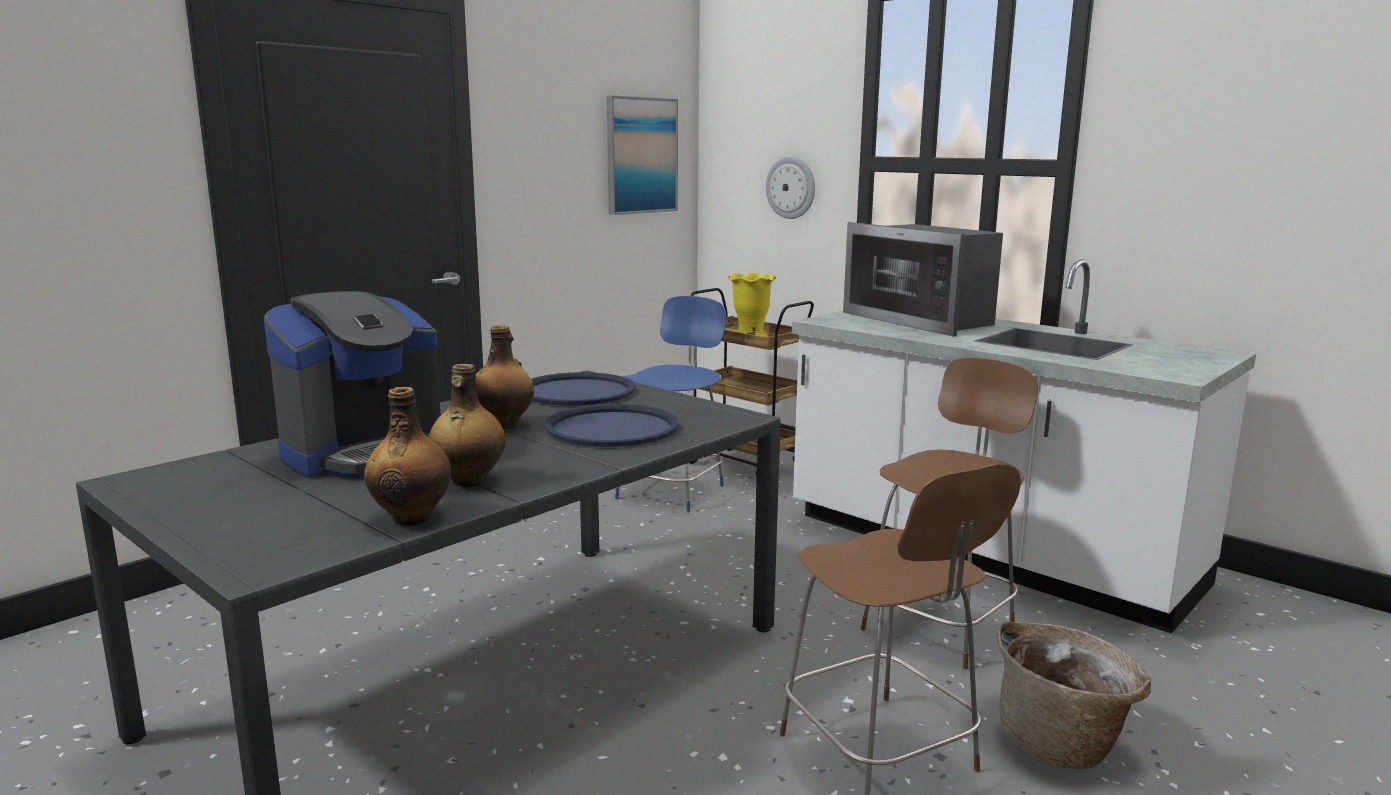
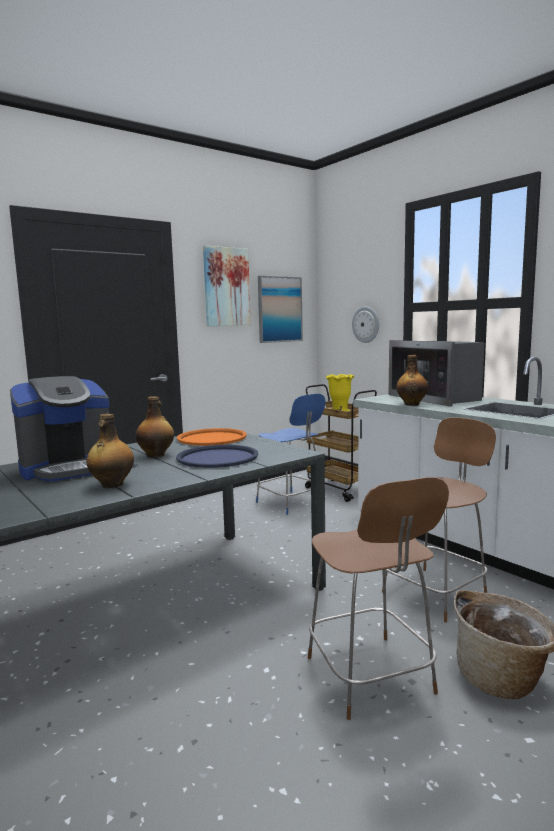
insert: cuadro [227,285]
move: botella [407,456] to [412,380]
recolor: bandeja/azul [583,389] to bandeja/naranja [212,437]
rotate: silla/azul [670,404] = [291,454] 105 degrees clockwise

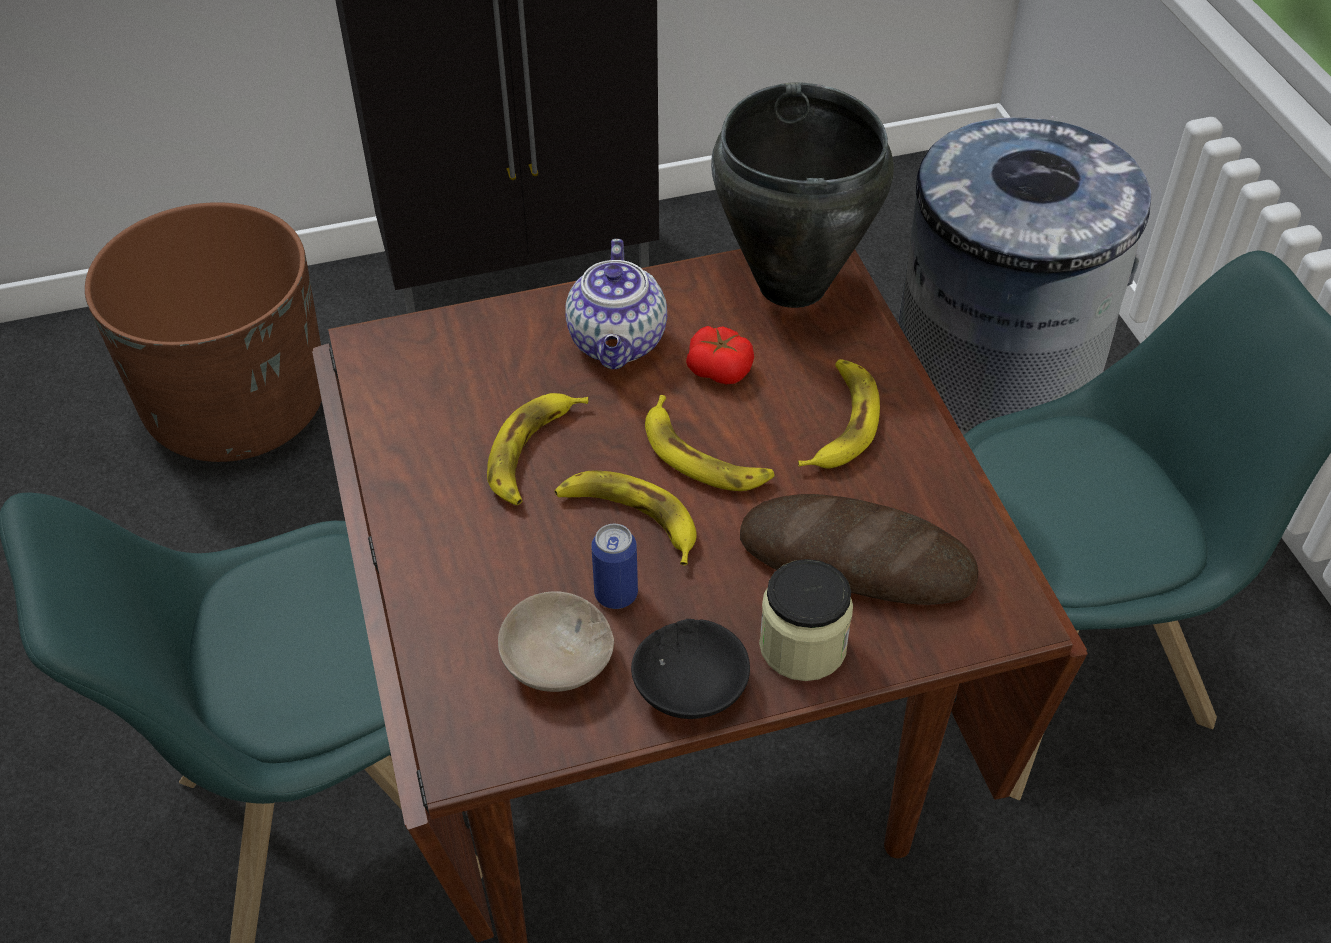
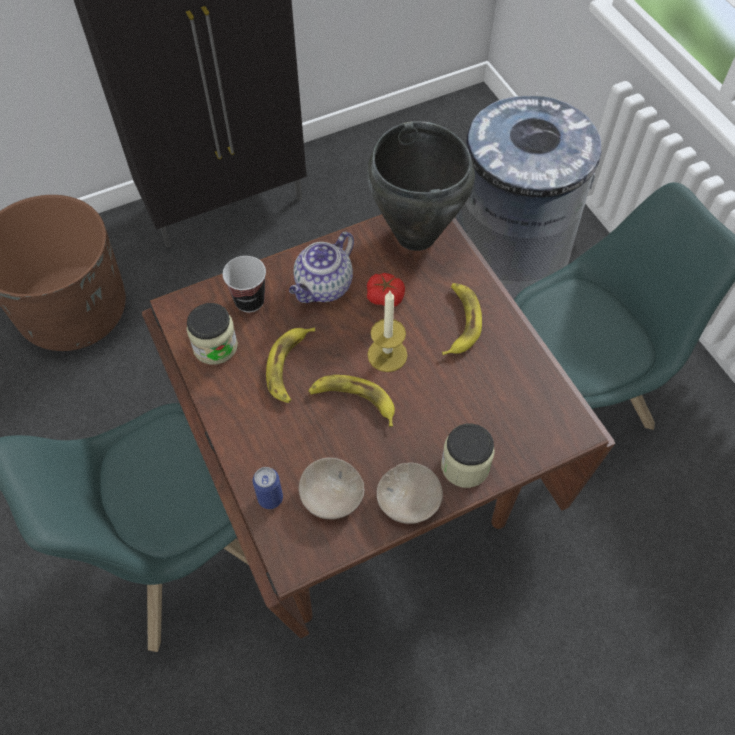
delete: pan [859,549]
insert: tarro [212,334]; taza [244,284]
move: lata [614,566] to [268,488]
replace: plátano [710,443] to vela [387,331]
recolor: cuenco/negro [690,669] to cuenco/beis [410,493]
rotate: tetera [616,304] = [321,267] 45 degrees clockwise

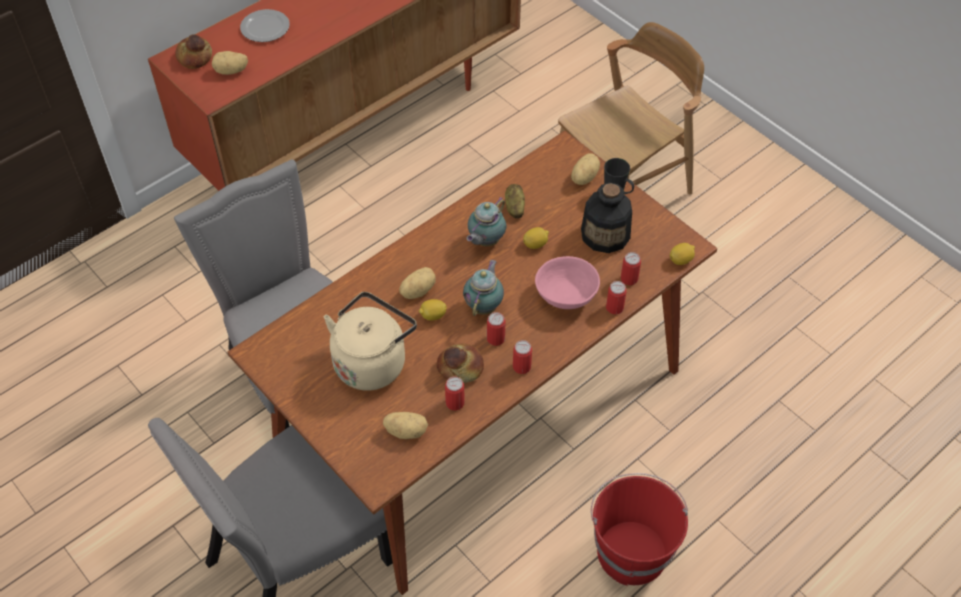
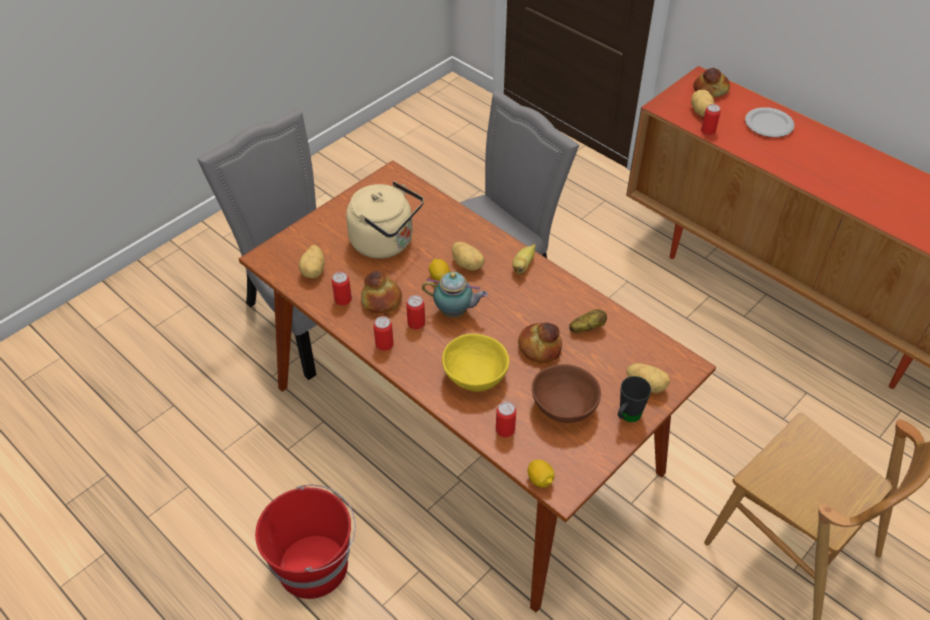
delete: tetera [486,221]
insert: plátano [524,259]
move: lata [616,297] to [711,119]
replace: limón [536,238] to pan [540,343]; botella [606,218] to cuenco/marrón [566,393]
recolor: cuenco/rosa [567,282] to cuenco/amarillo [475,363]

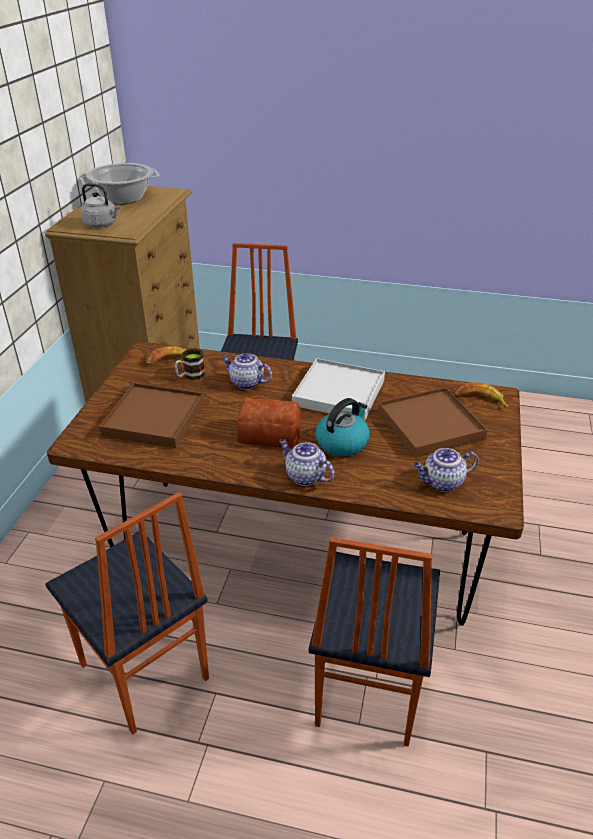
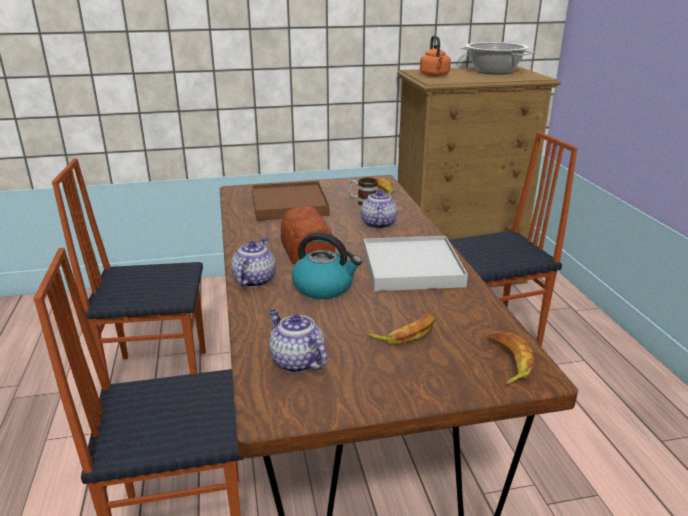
replace: bandeja/marrón [433,422] to plátano [401,328]
recolor: hervidor/gris [101,205] to hervidor/naranja [435,56]
rotate: silla [127,613] = [129,269] 60 degrees clockwise

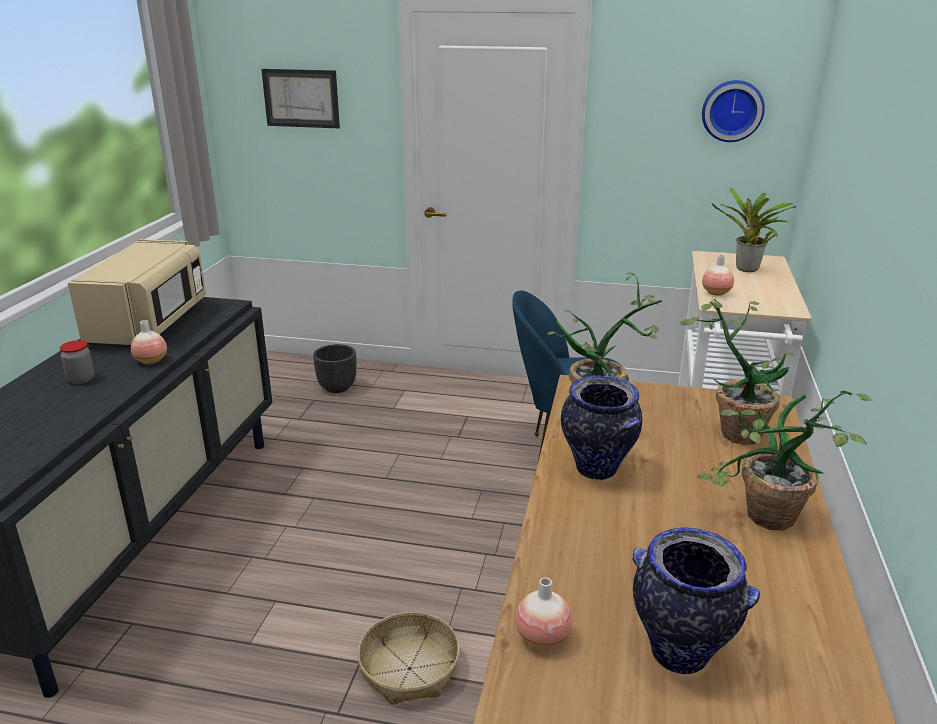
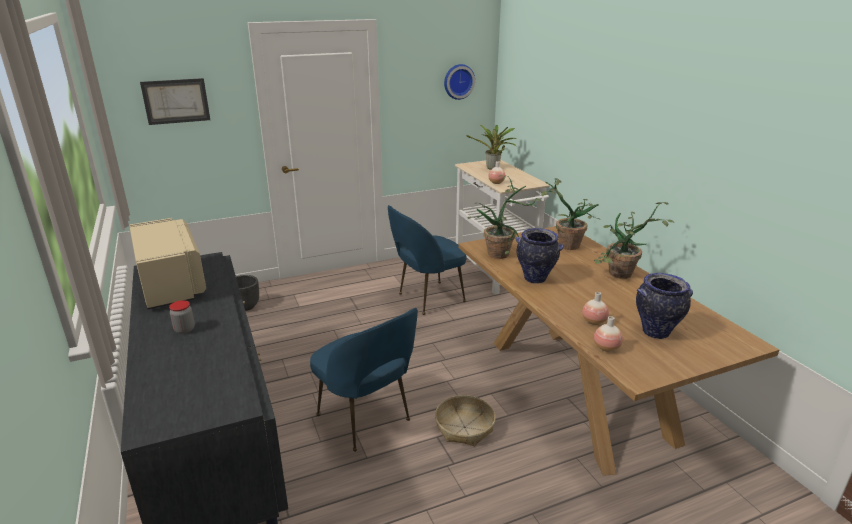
insert: silla/azul [364,380]
move: florero [149,342] to [595,308]

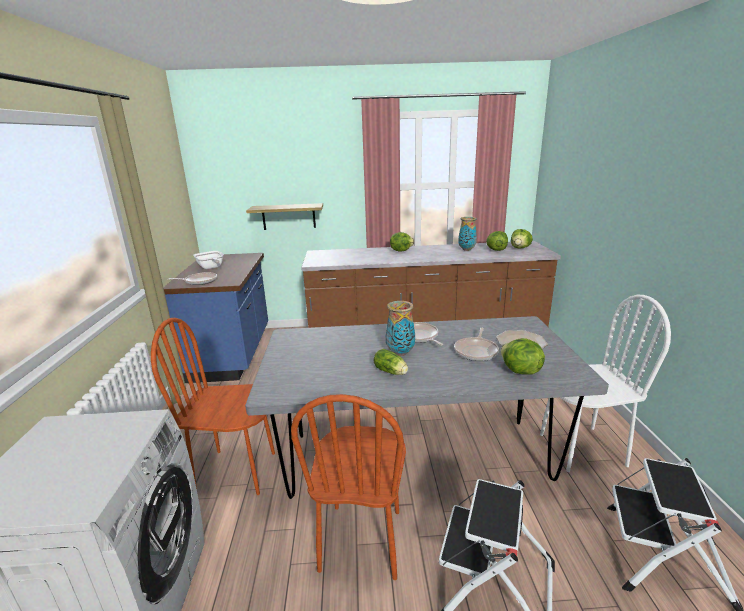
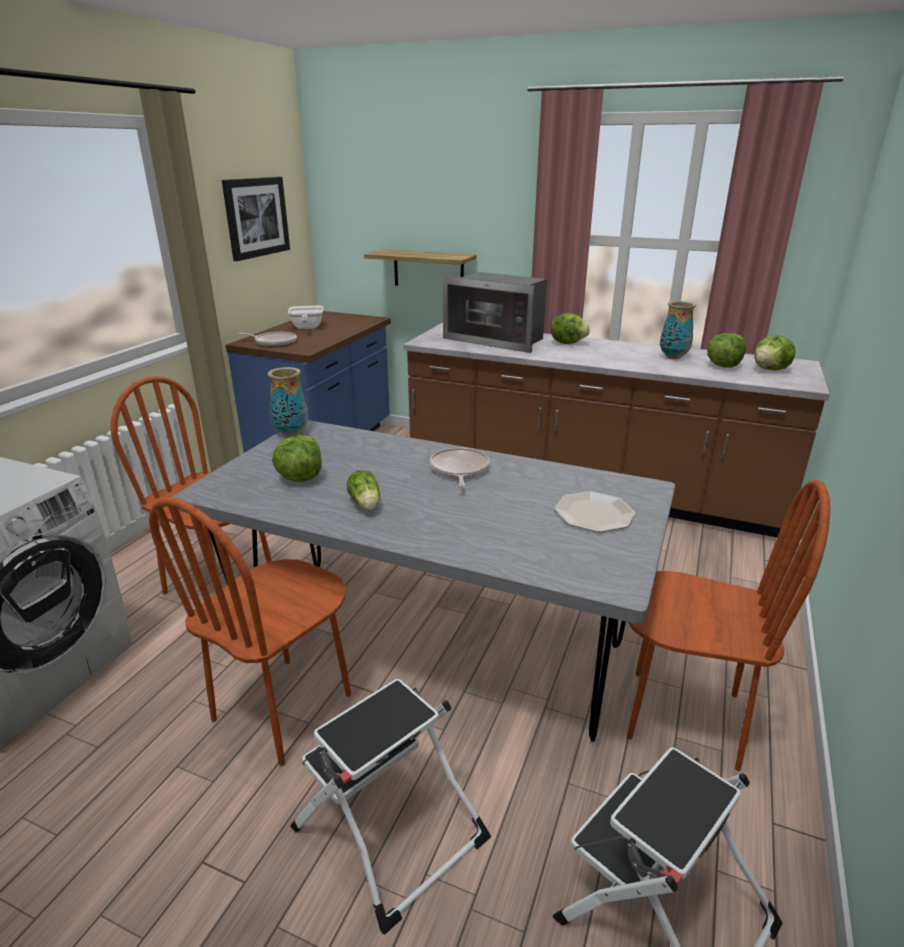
delete: sartén [476,344]
insert: cuadro [256,219]; microondas [495,312]
move: florero [400,328] to [288,401]; lechuga [523,356] to [297,458]
recolor: silla/blanco [605,383] to silla/marrón [728,625]

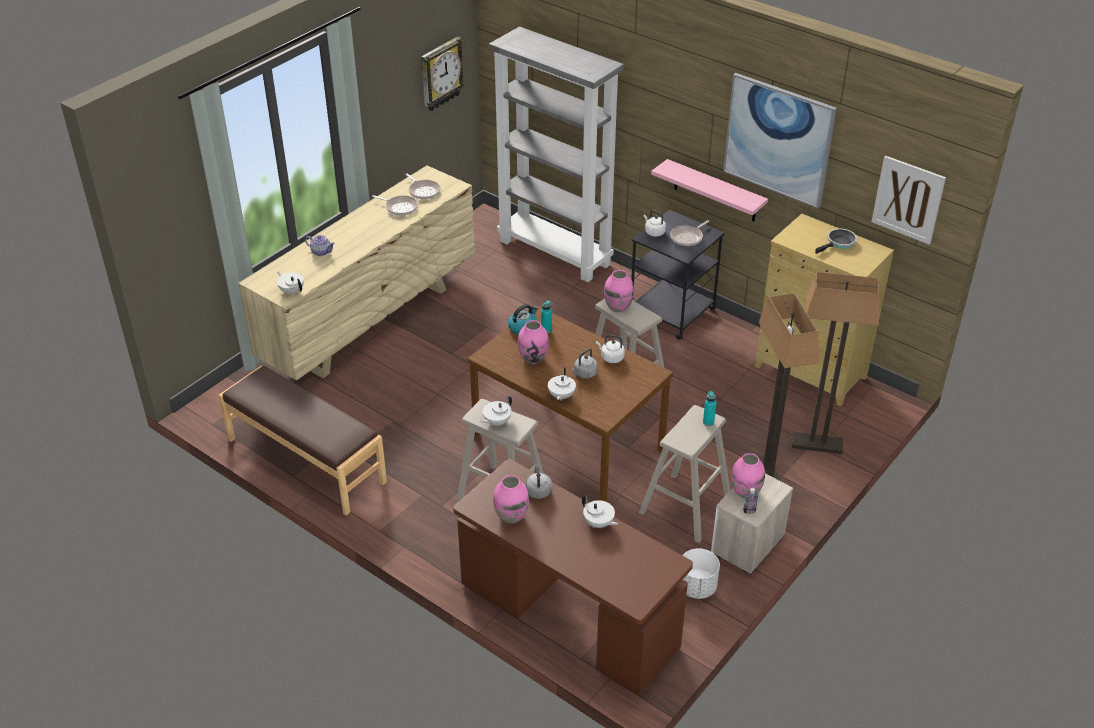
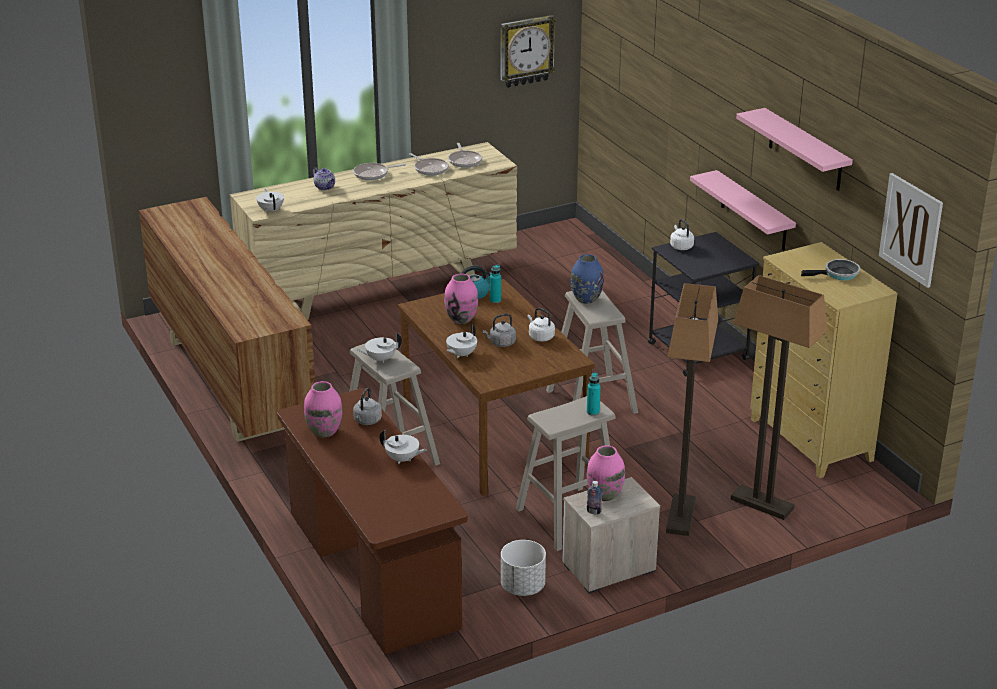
delete: estantería/gris [556,154]
move: sartén [689,233] to [379,171]
replace: banco/marrón [303,440] to armario/marrón [227,319]; cuadro [780,141] to estante/rosa [794,149]
recolor: florero/rosa [619,291] to florero/azul [587,279]
rotate: tetera/blanco [600,511] = [403,447] 45 degrees counterclockwise

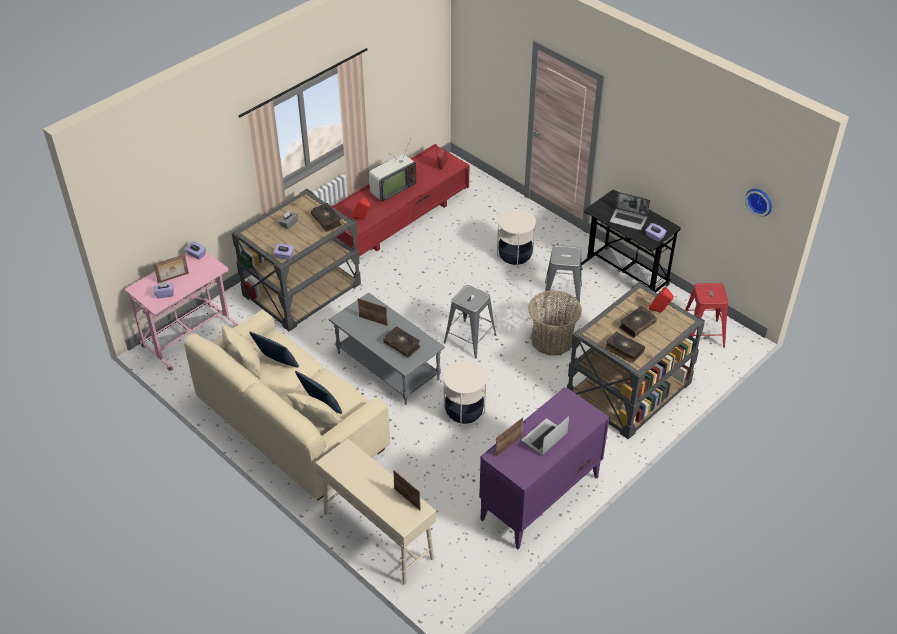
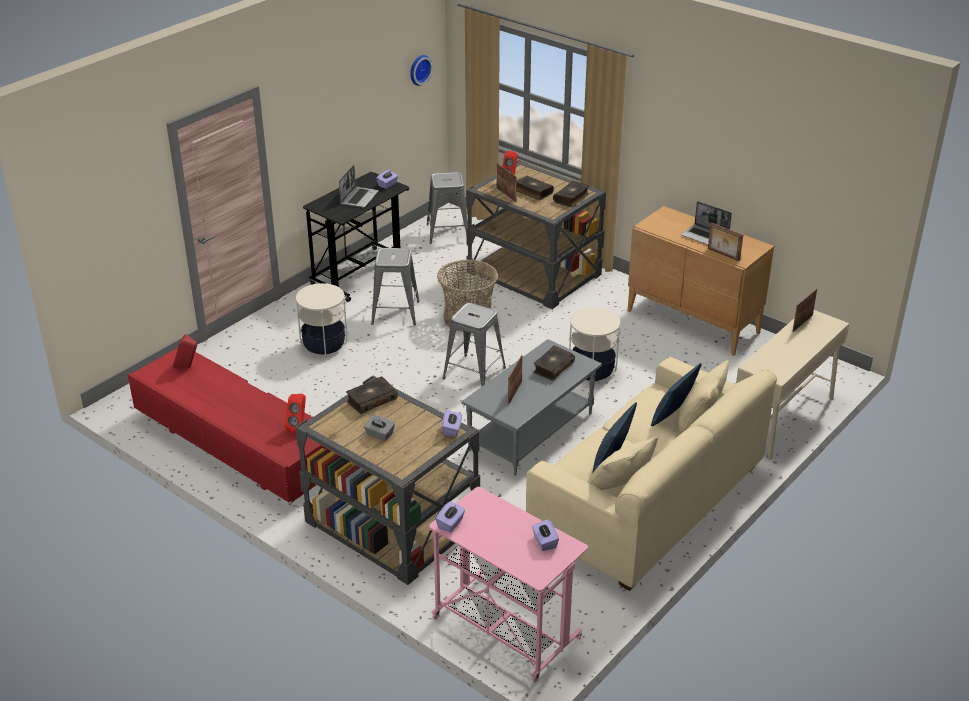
delete: televisor [392,170]
move: portarretratos [171,268] to [507,182]
recolor: taburete/rojo [706,315] to taburete/gris [447,208]; armario/morado [544,468] to armario/marrón [701,281]

